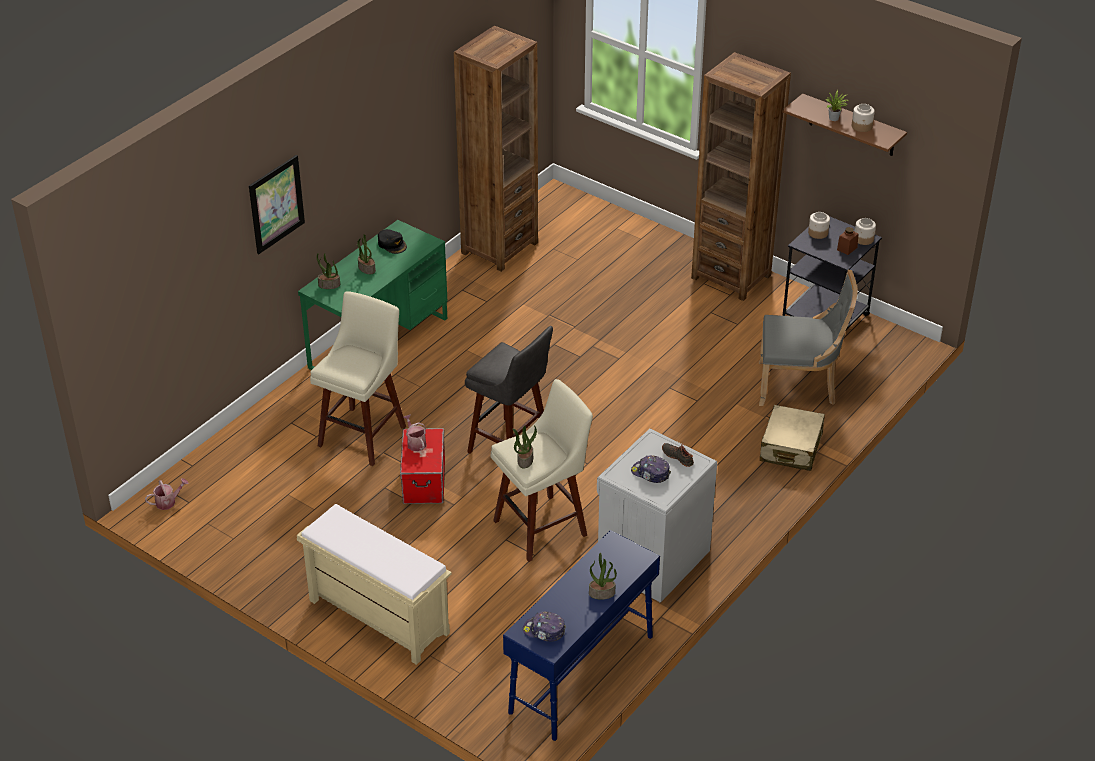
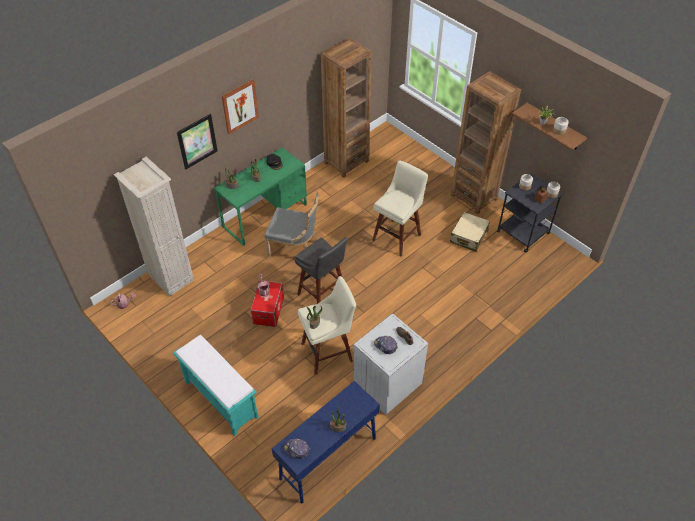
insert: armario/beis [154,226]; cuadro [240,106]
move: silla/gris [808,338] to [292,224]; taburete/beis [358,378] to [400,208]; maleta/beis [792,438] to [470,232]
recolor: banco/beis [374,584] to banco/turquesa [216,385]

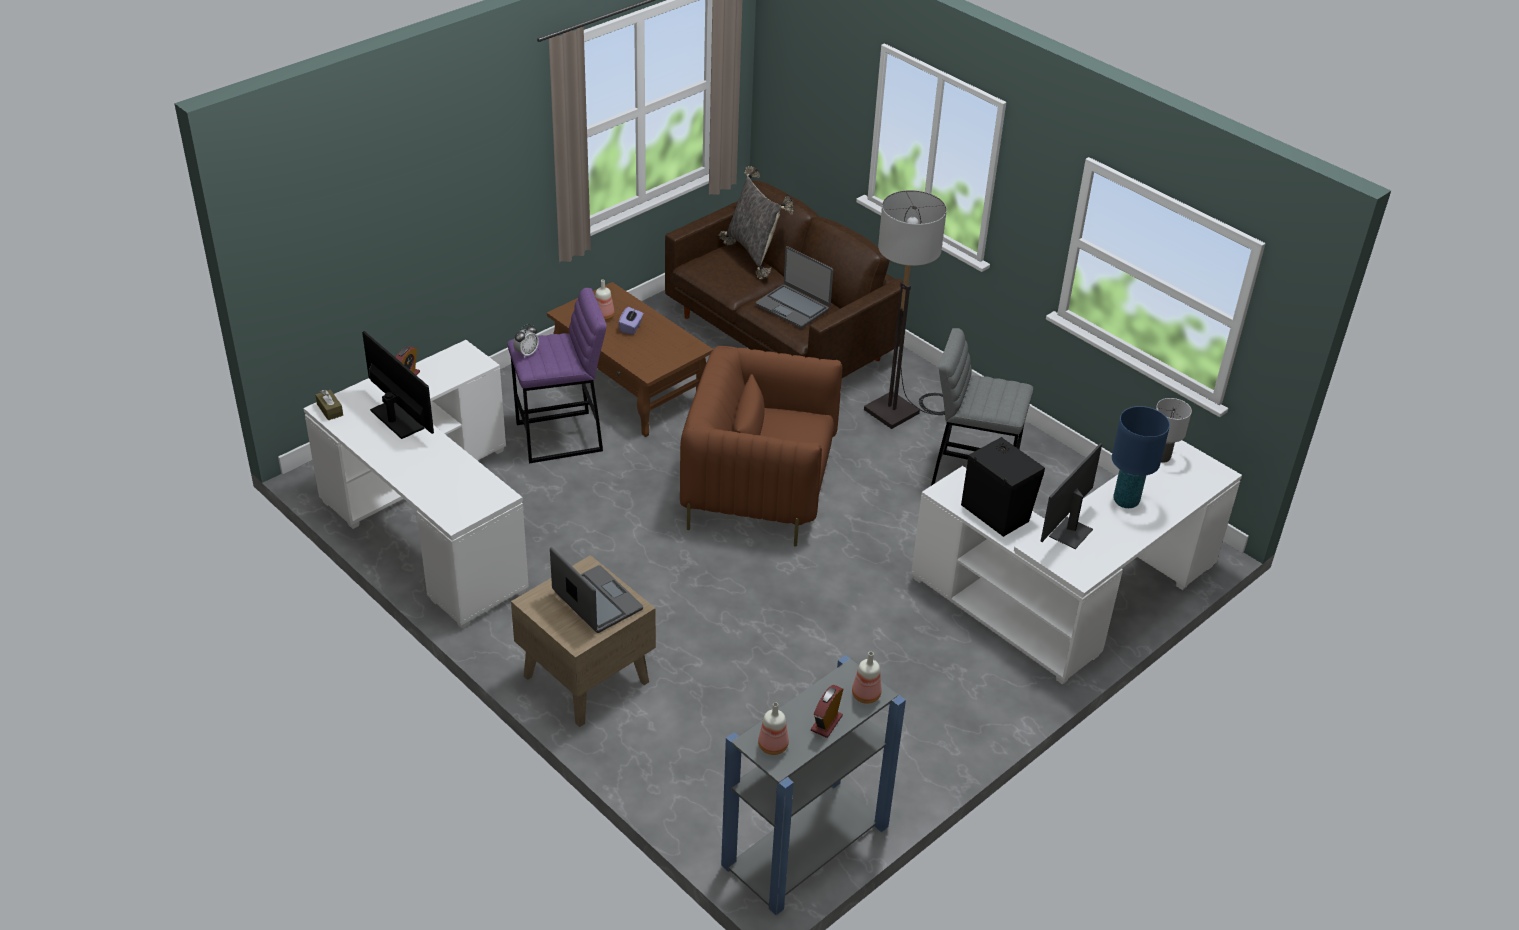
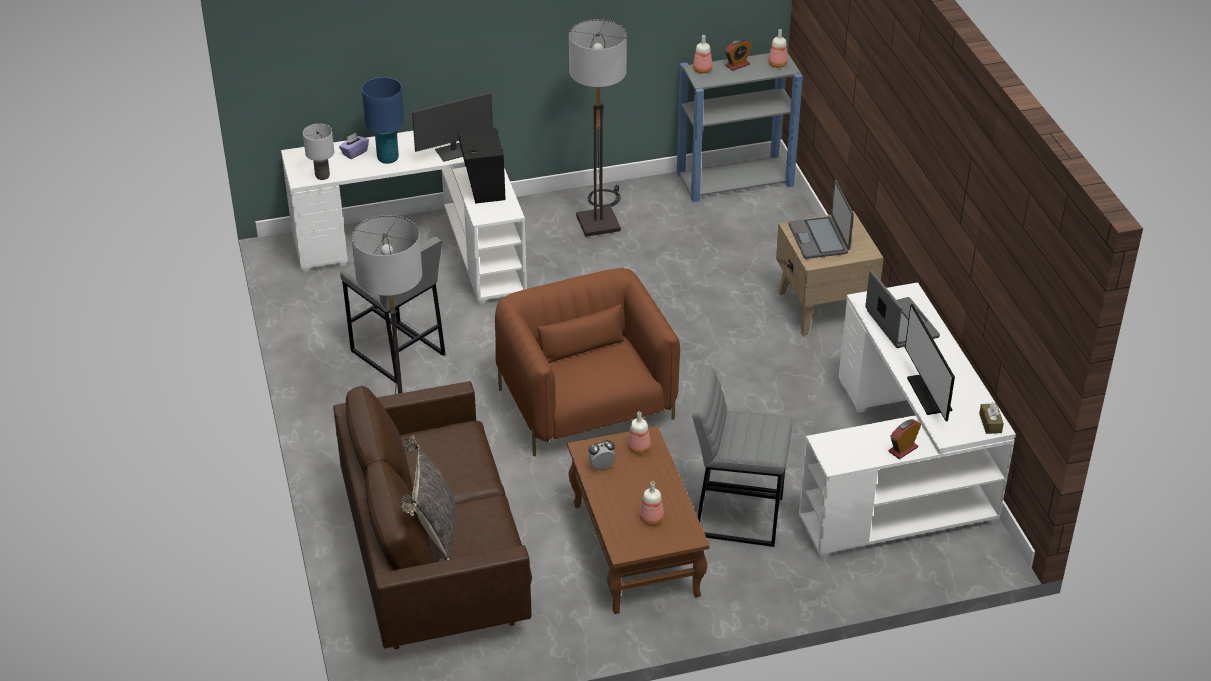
insert: lámpara de pie [598,128]; botella [639,433]
move: caja de pañuelos/morado [631,321] to [354,146]; despertador [526,341] to [602,455]; portátil [794,287] to [902,309]
recolor: taburete/morado [557,376] to taburete/gris [742,457]
rotate: sillón/marrón [761,446] = [587,362] 150 degrees counterclockwise

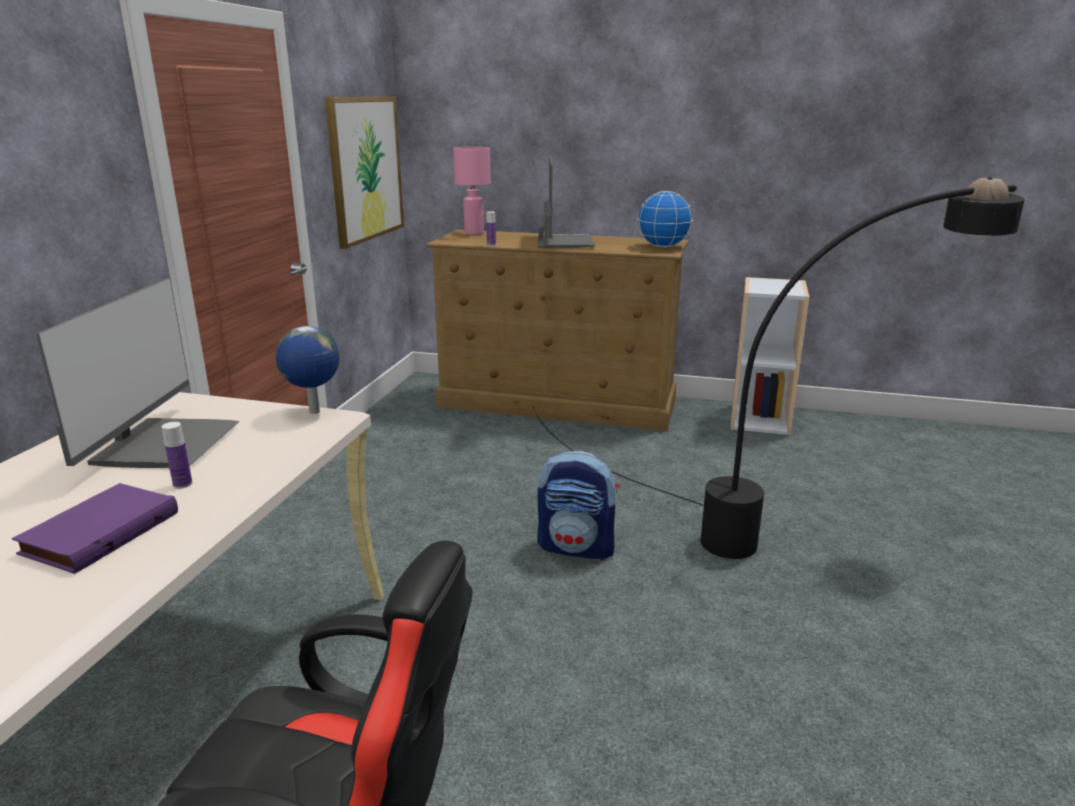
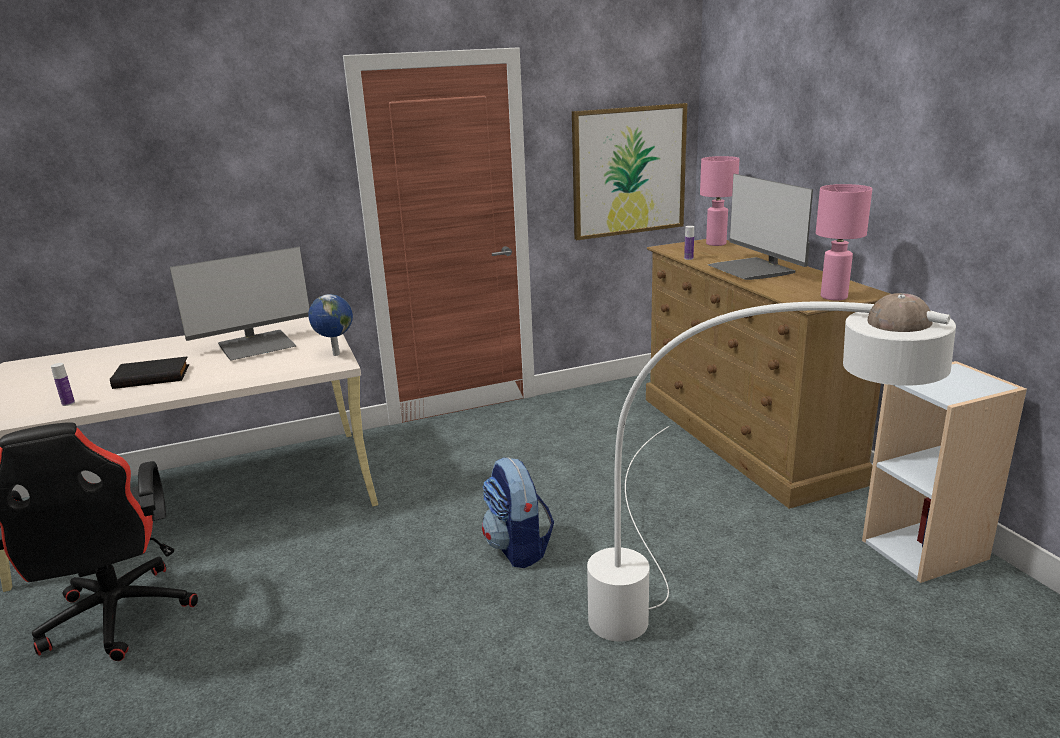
move: botella [177,455] to [63,384]
replace: globo terráqueo [665,219] to lámpara de mesa/rosa [844,242]
recolor: libro/morado [95,528] to libro/negro [149,372]; lámpara de pie/negro [778,368] to lámpara de pie/blanco [771,467]
rotate: monitor [566,202] = [760,227] 105 degrees clockwise

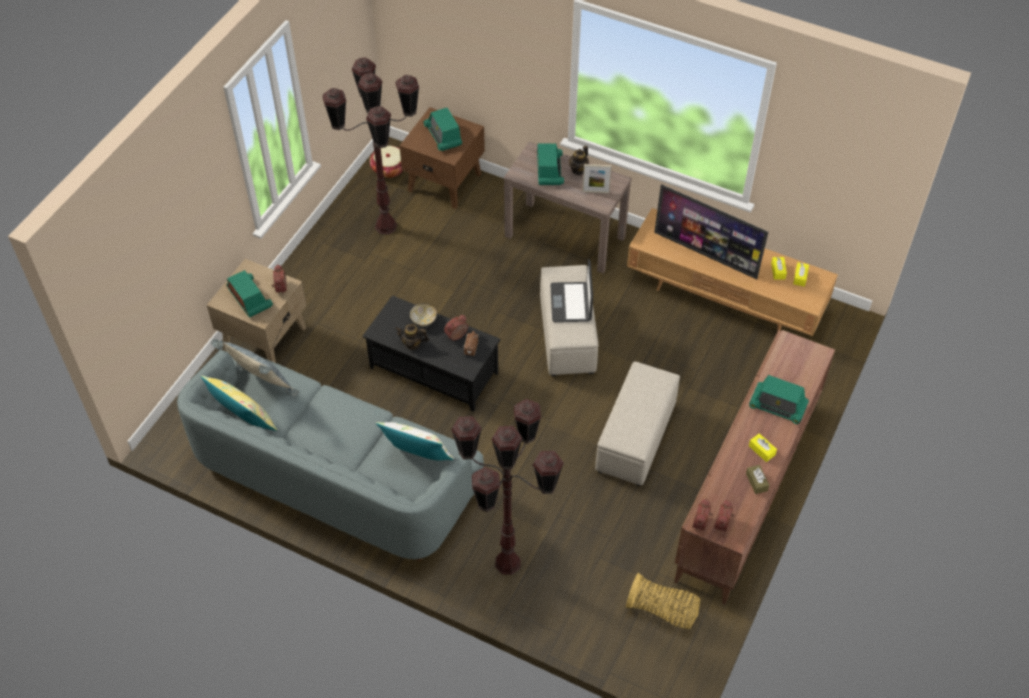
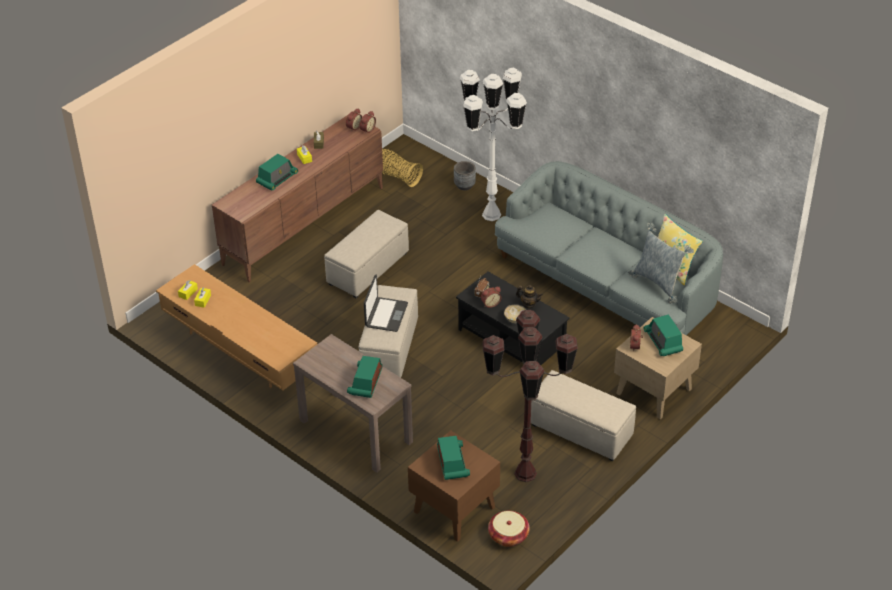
delete: cojín/blanco [415,441]; tetera [579,160]; portarretratos [597,178]; televisor [711,231]
insert: maceta/gris [465,175]; puf/beis [583,415]
recolor: lámpara de pie/marrón [507,487] to lámpara de pie/blanco [493,144]
rotate: radio [779,399] = [277,172] 90 degrees clockwise

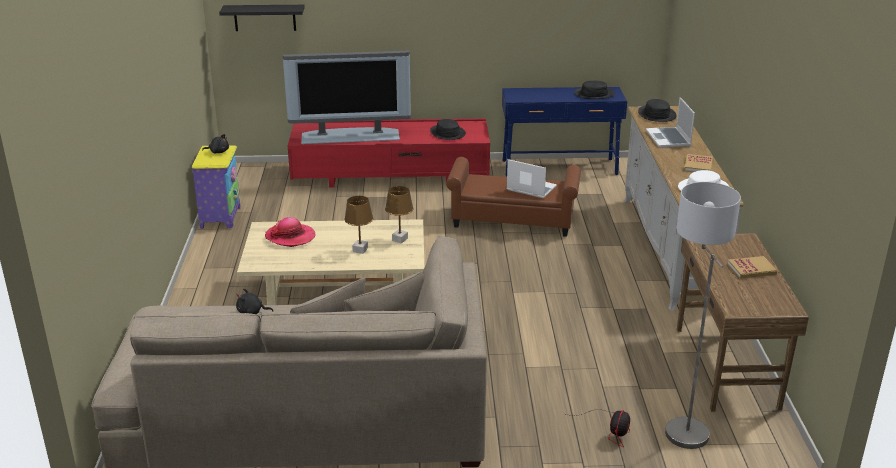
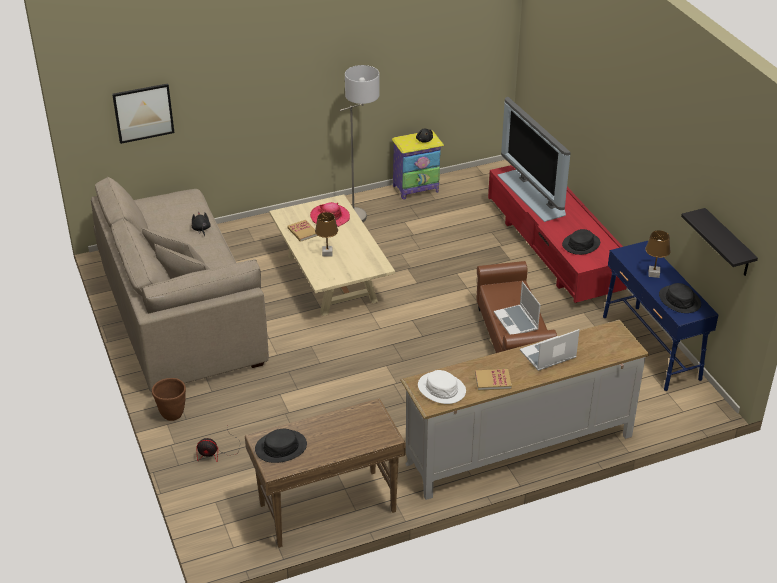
insert: cuadro [143,113]; maceta/marrón [169,399]
move: sombrero/negro [657,110] to [281,446]; libro [752,267] to [302,231]; lámpara de pie/gris [703,315] to [359,143]; lámpara de mesa/marrón [399,214] to [658,254]; estante/negro [262,18] to [719,242]
rotate: portátil [531,178] = [517,308] 150 degrees clockwise

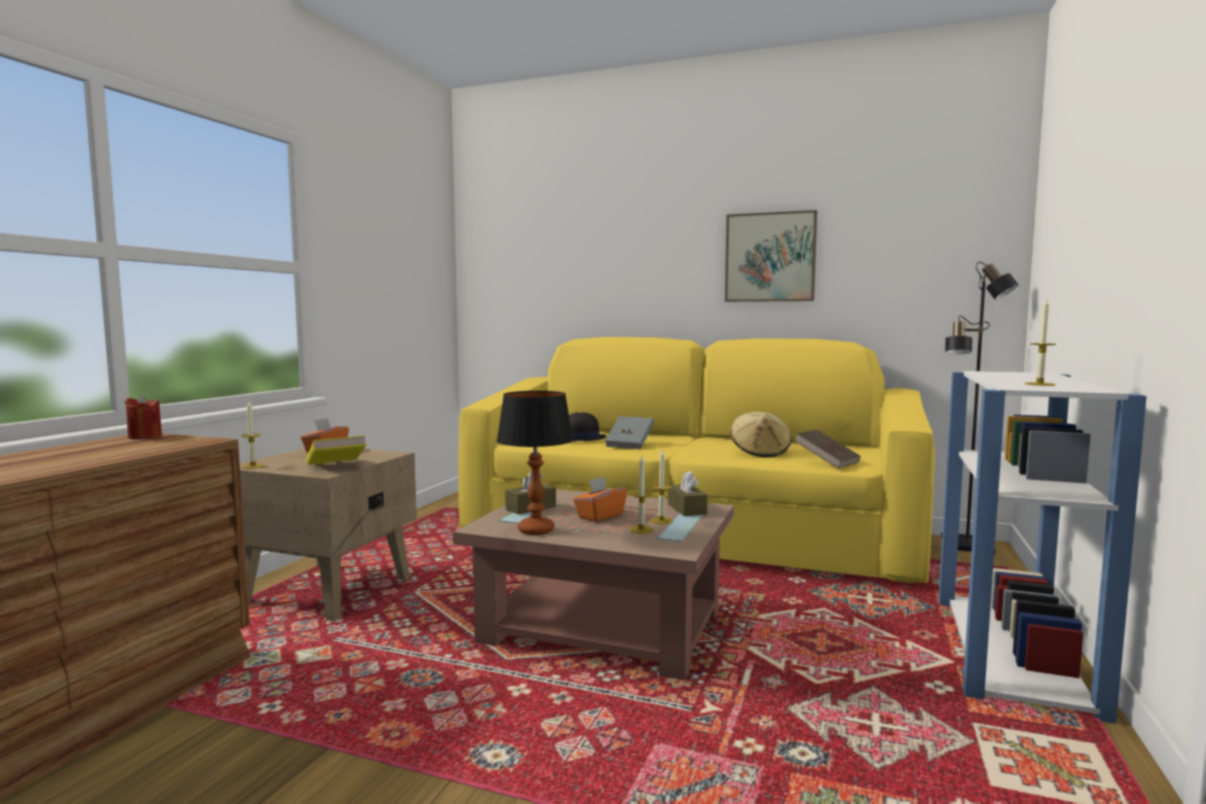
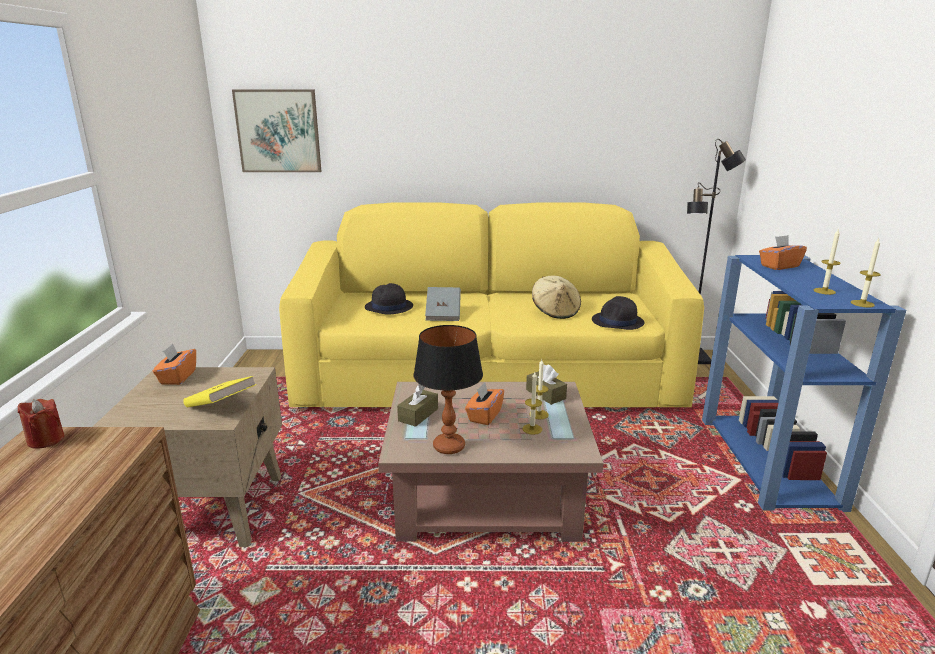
insert: caja de pañuelos/naranja [783,252]
move: cuadro [771,256] to [276,130]; vela [252,435] to [866,273]
replace: libro/marrón [827,449] to sombrero/negro [618,313]
recolor: estantería/blanco [1042,547] to estantería/azul [804,383]

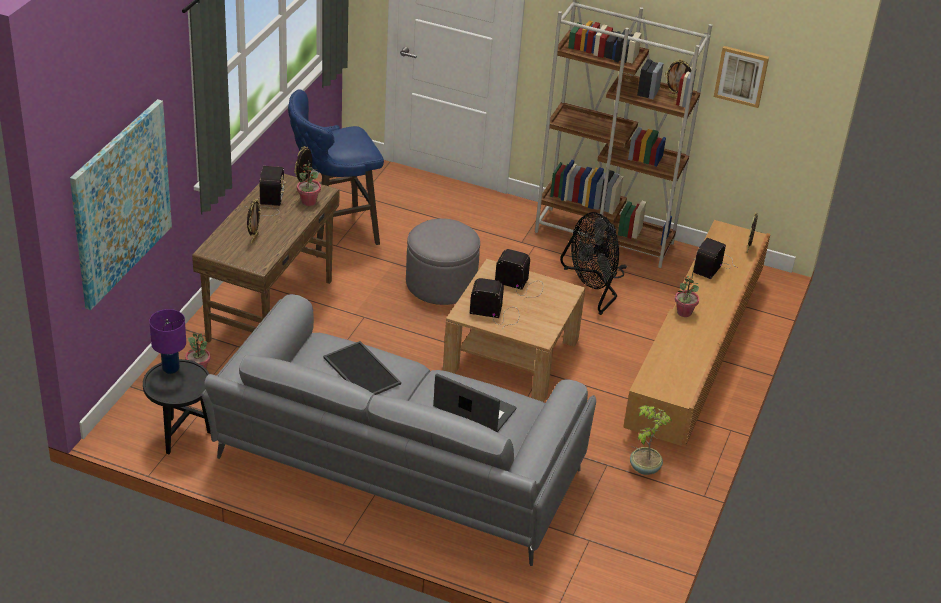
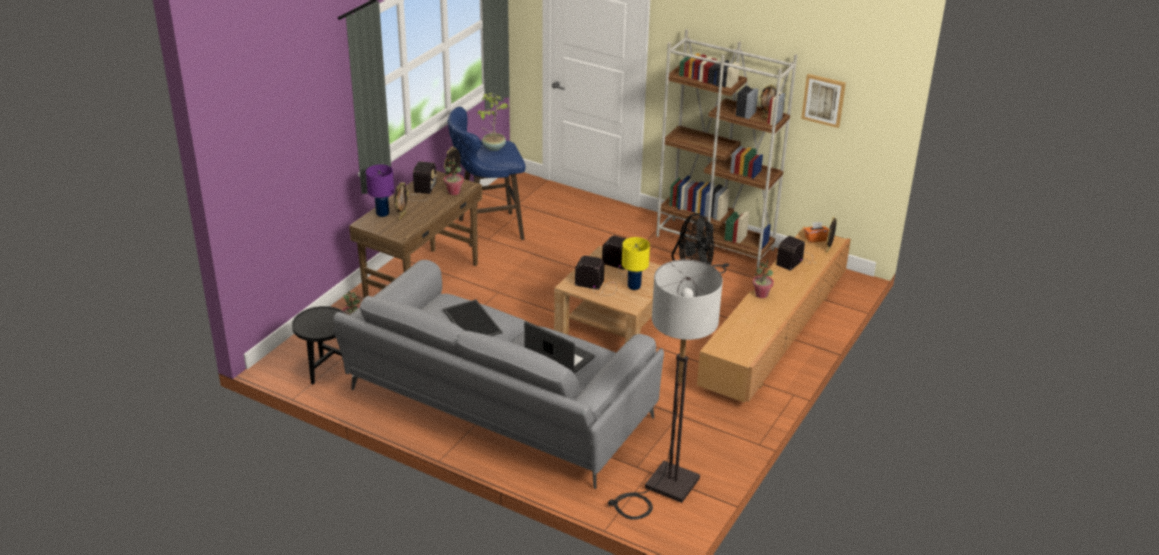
delete: cuadro [121,204]; puf/gris [443,261]
insert: lámpara de pie [665,390]; lámpara de mesa/amarillo [636,263]; caja de pañuelos/naranja [816,232]
move: lámpara de mesa/morado [167,341] to [380,190]; planta en maceta [651,440] to [493,122]

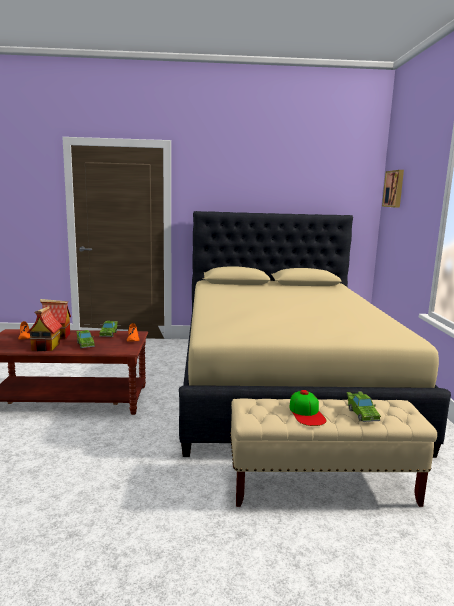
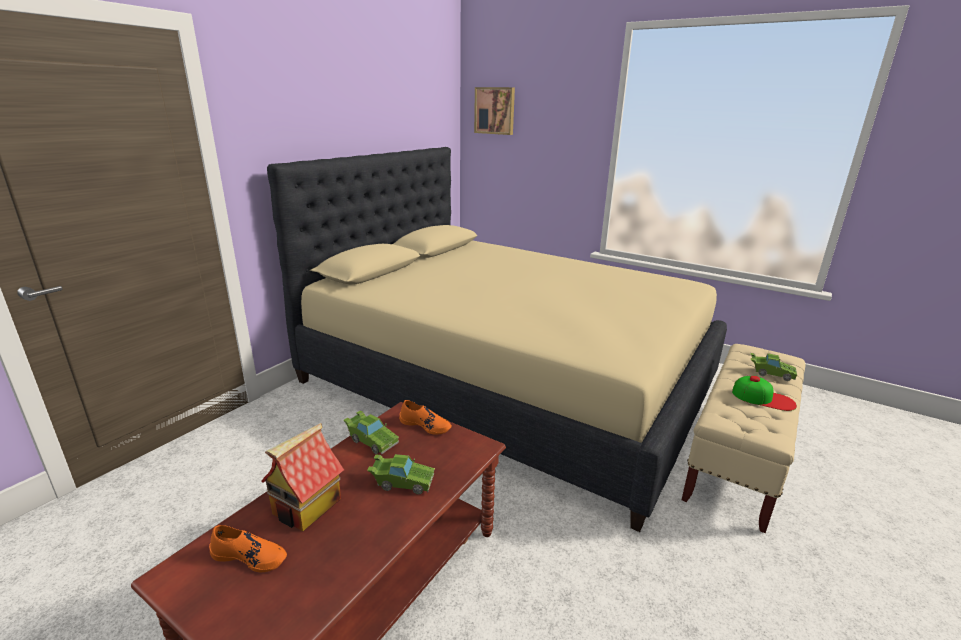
delete: casita [45,328]

